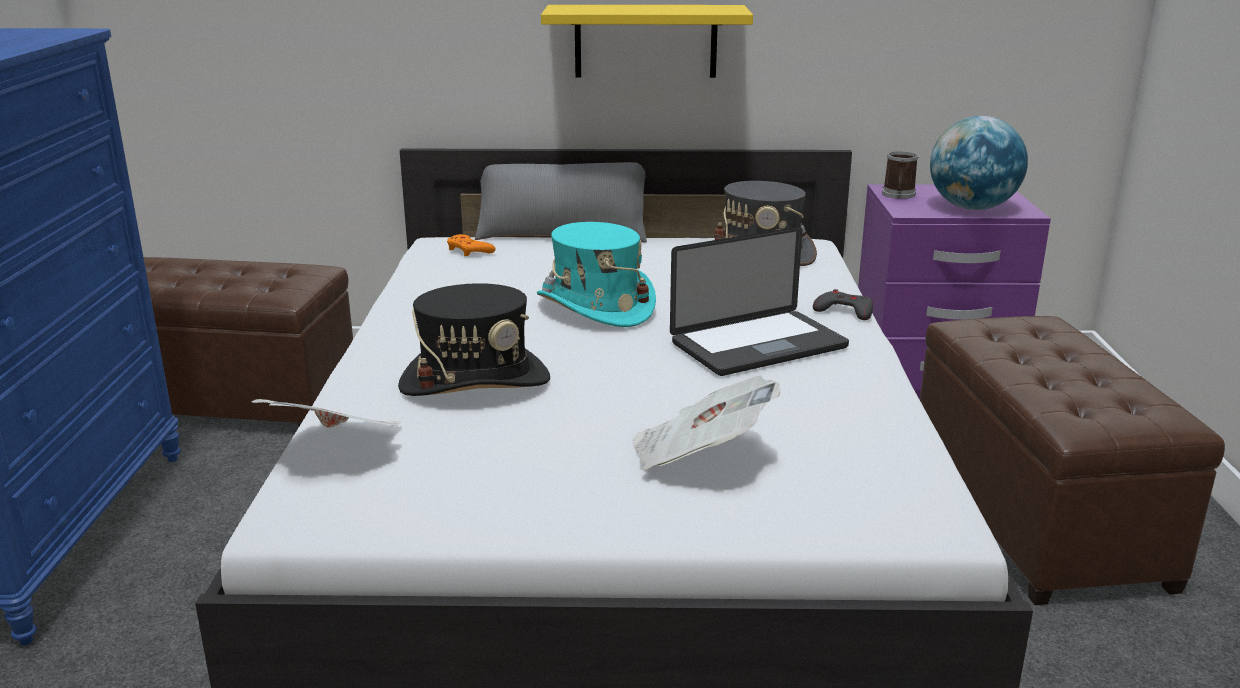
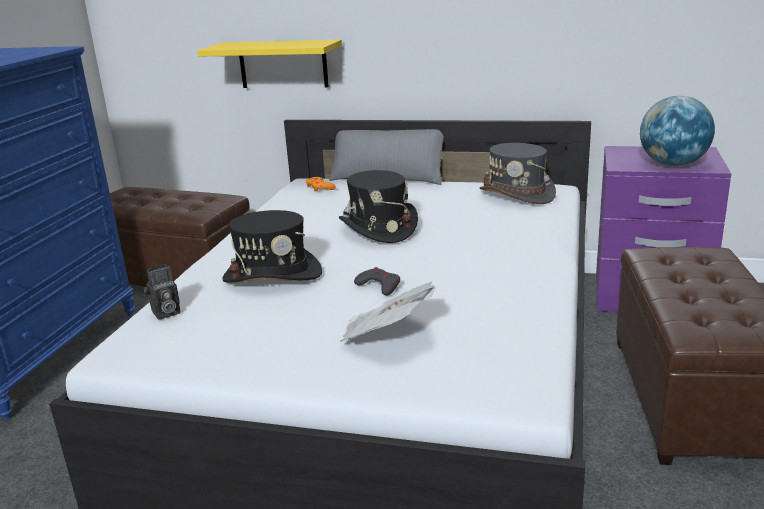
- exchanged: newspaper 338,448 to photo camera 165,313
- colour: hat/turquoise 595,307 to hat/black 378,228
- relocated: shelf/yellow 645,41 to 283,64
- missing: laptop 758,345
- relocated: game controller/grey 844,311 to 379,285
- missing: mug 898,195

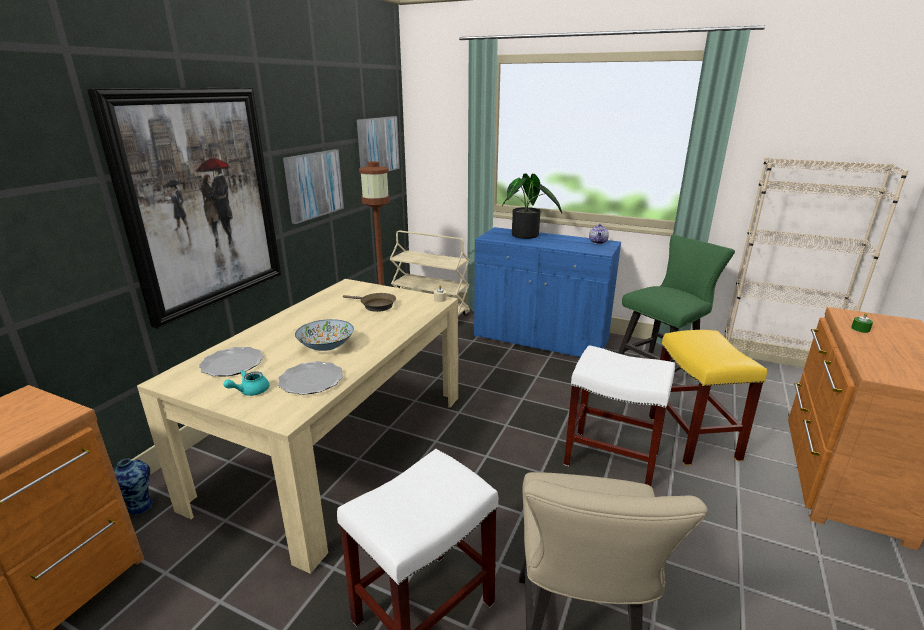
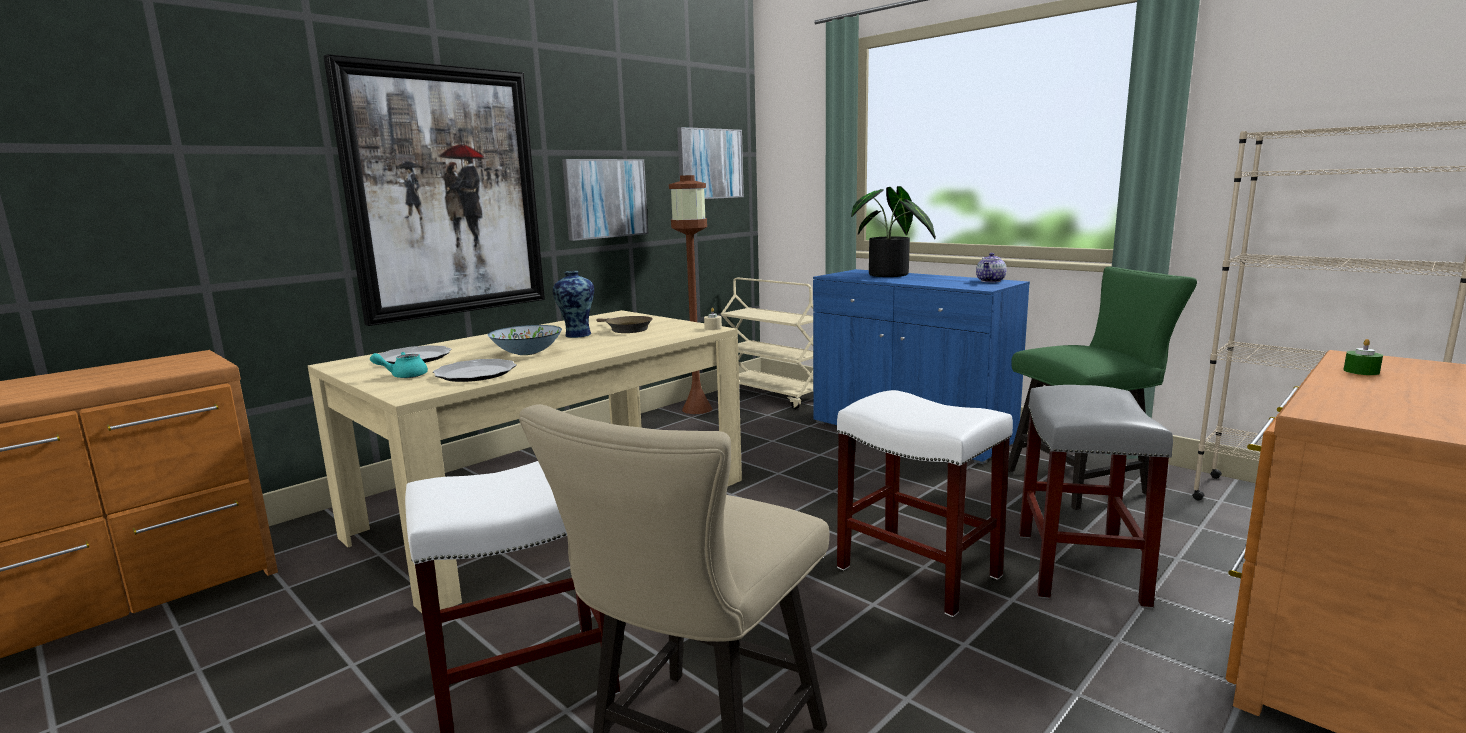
- relocated: vase 139,506 to 577,335
- colour: stool/yellow 694,438 to stool/grey 1081,568

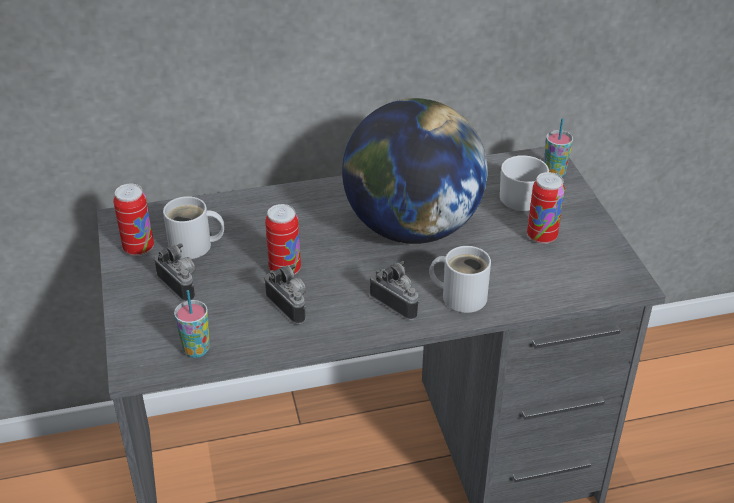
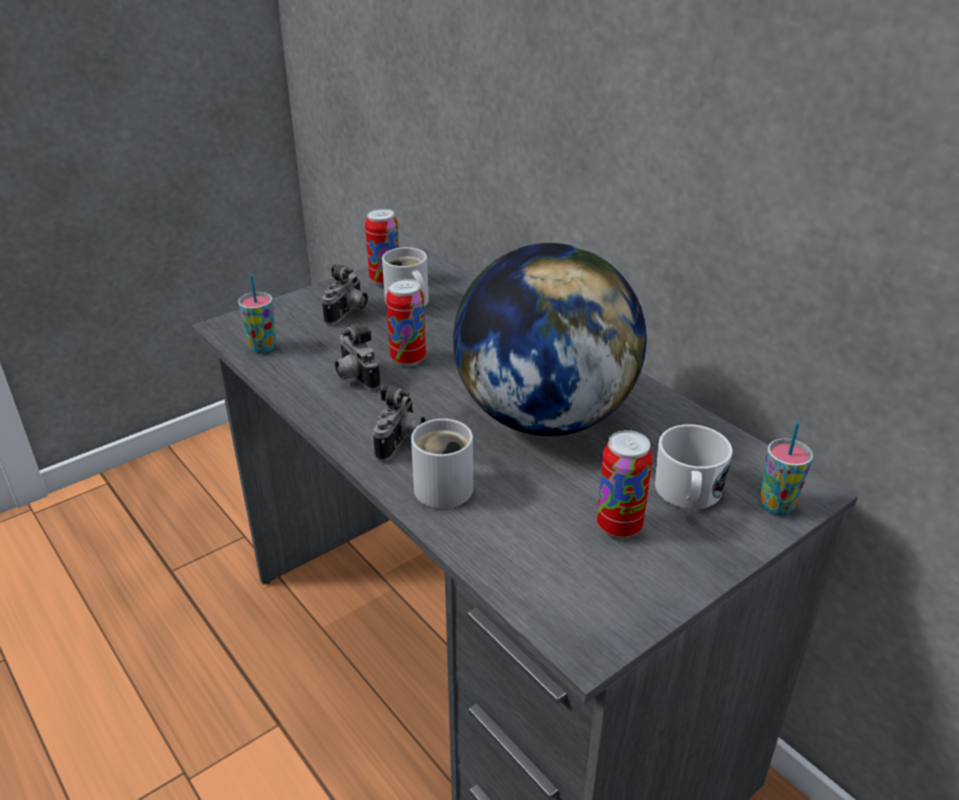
- spun: photo camera 291,305 = 354,377 120 degrees clockwise

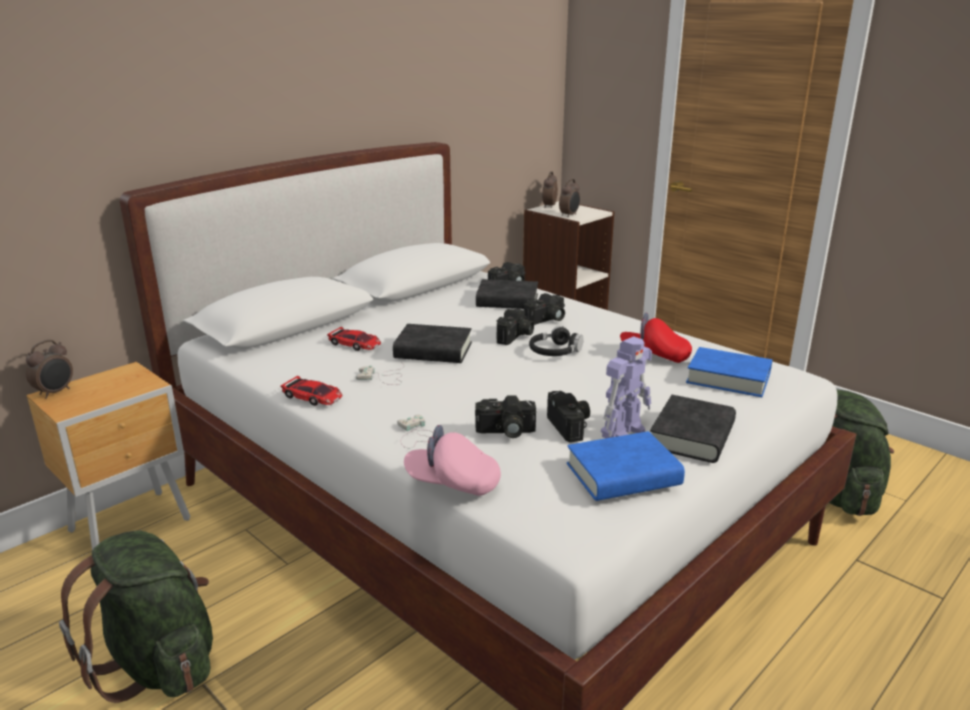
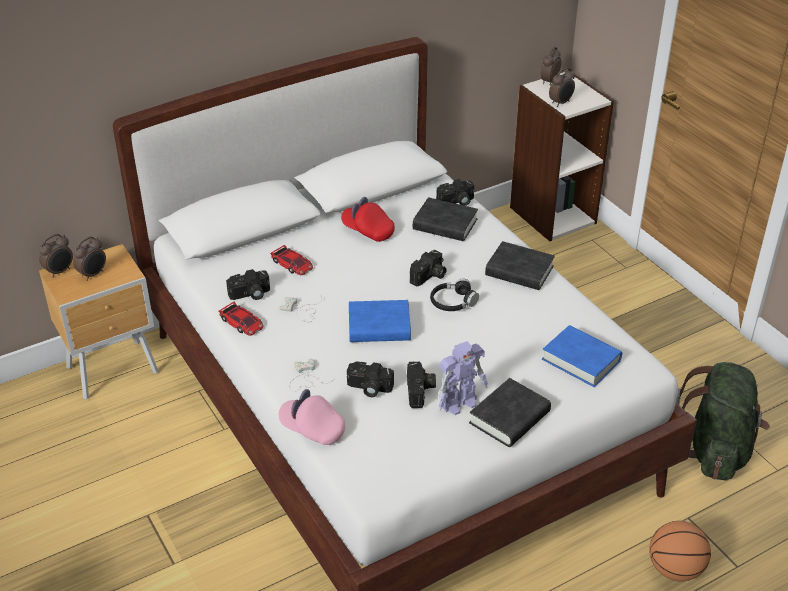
- missing: backpack/green 158,663
- relocated: book/black 433,351 to 519,271
- relocated: photo camera 546,320 to 250,295
- relocated: book/blue 623,475 to 379,327
- relocated: cap/red 654,355 to 368,231
- appeared: alarm clock 93,274
- appeared: basketball 675,569

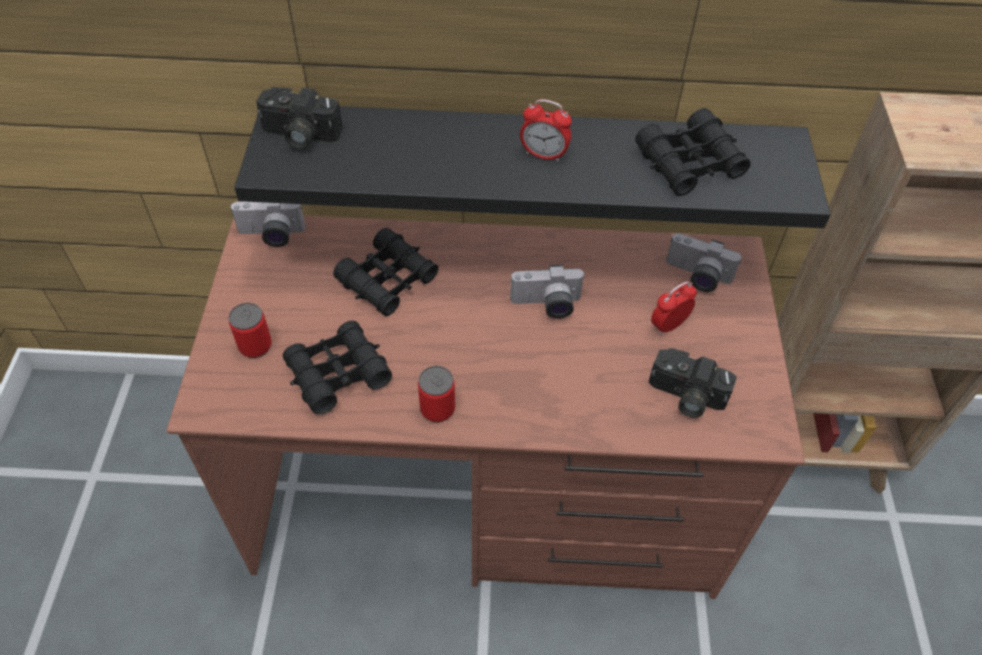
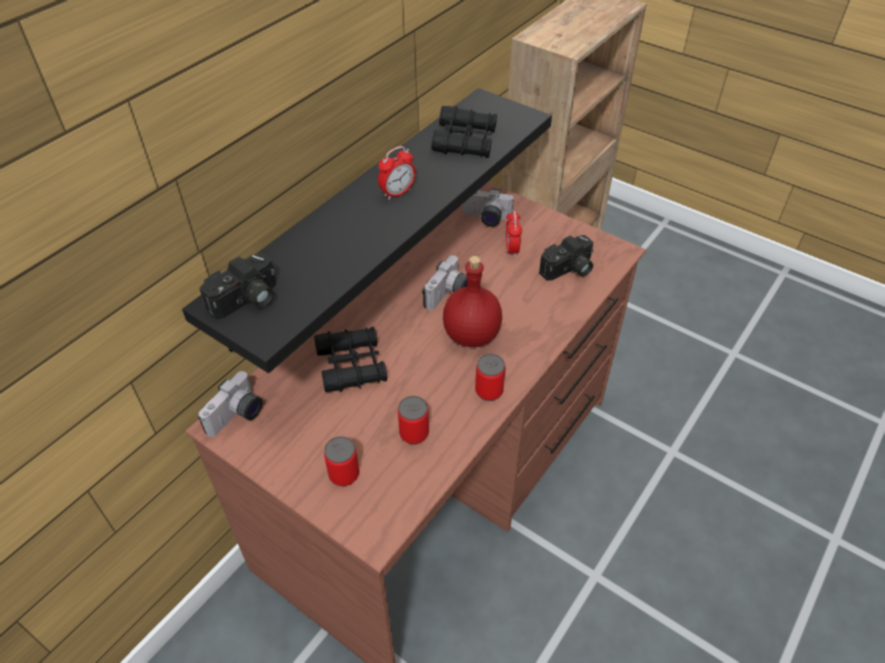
- exchanged: binoculars/black 338,374 to can 414,433
- spun: photo camera 696,277 = 485,218 45 degrees clockwise
- appeared: bottle/red 472,334

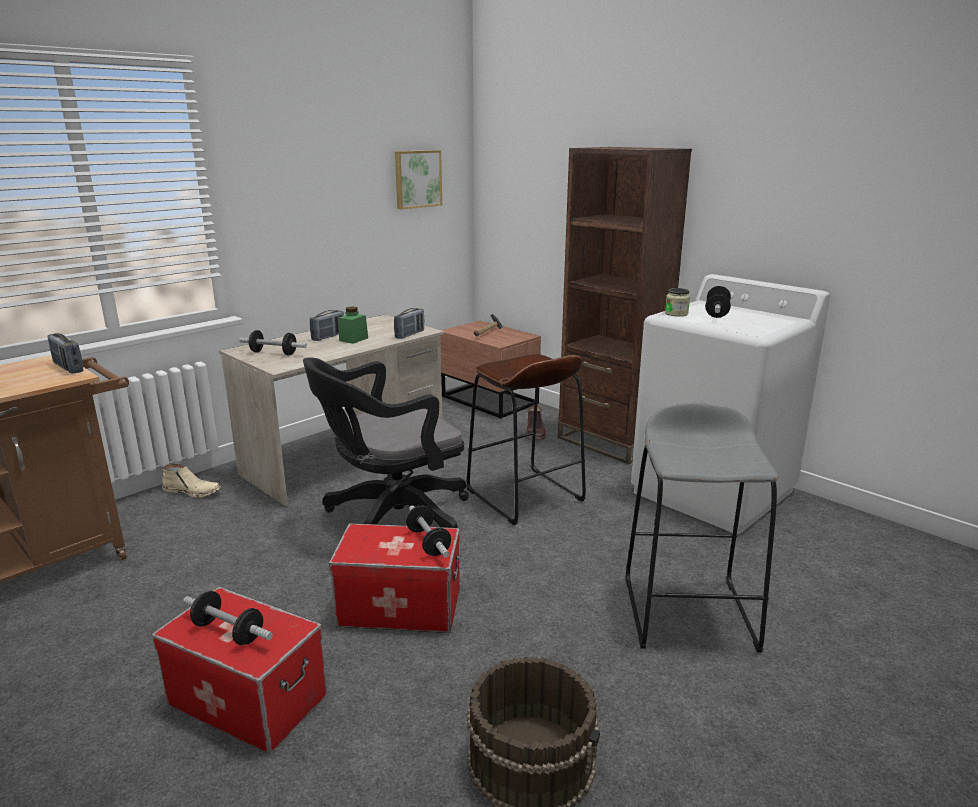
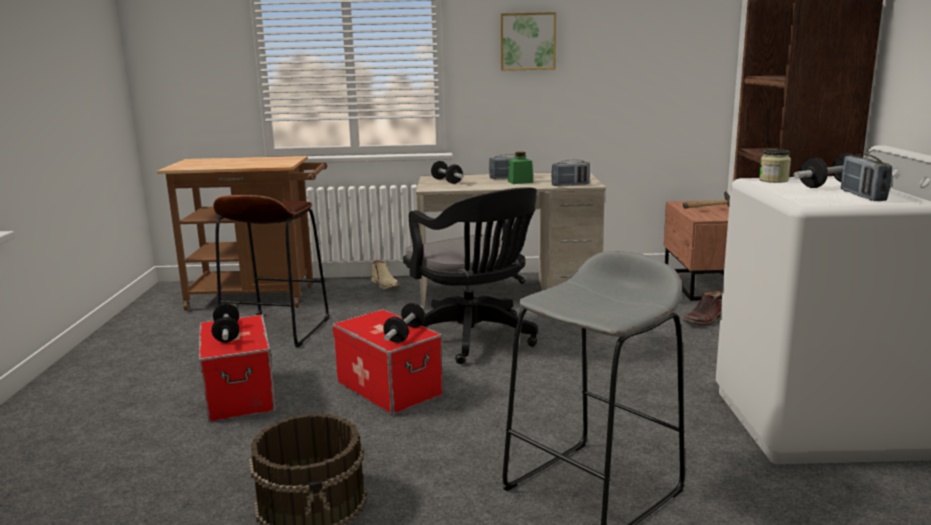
- relocated: radio 68,368 to 862,196
- spun: office chair/black 391,519 = 474,339 135 degrees counterclockwise
- relocated: picture 417,179 to 527,41
- relocated: stool/brown 524,495 to 276,330

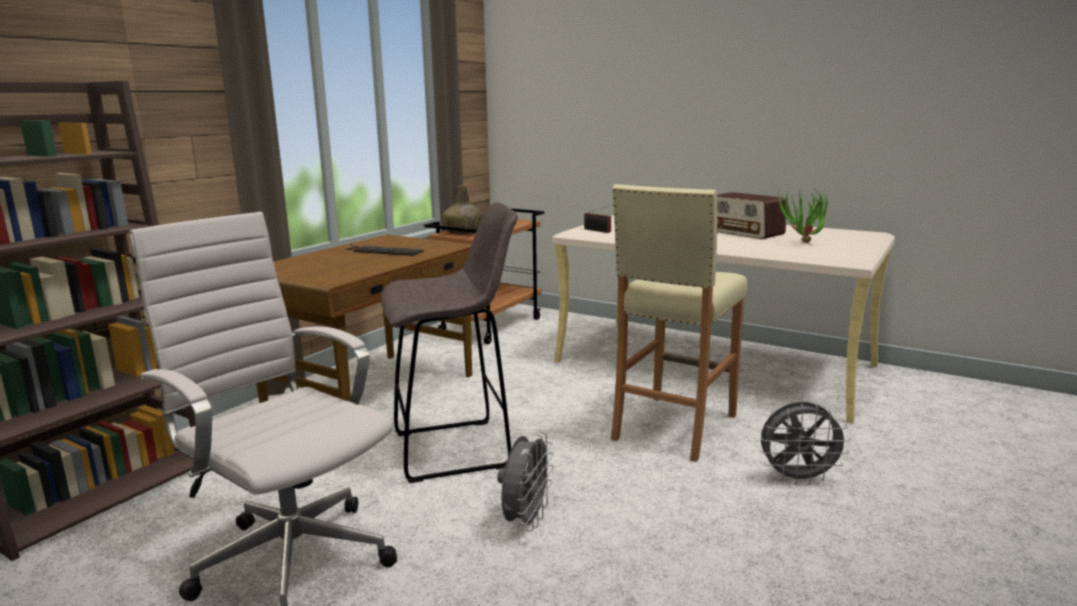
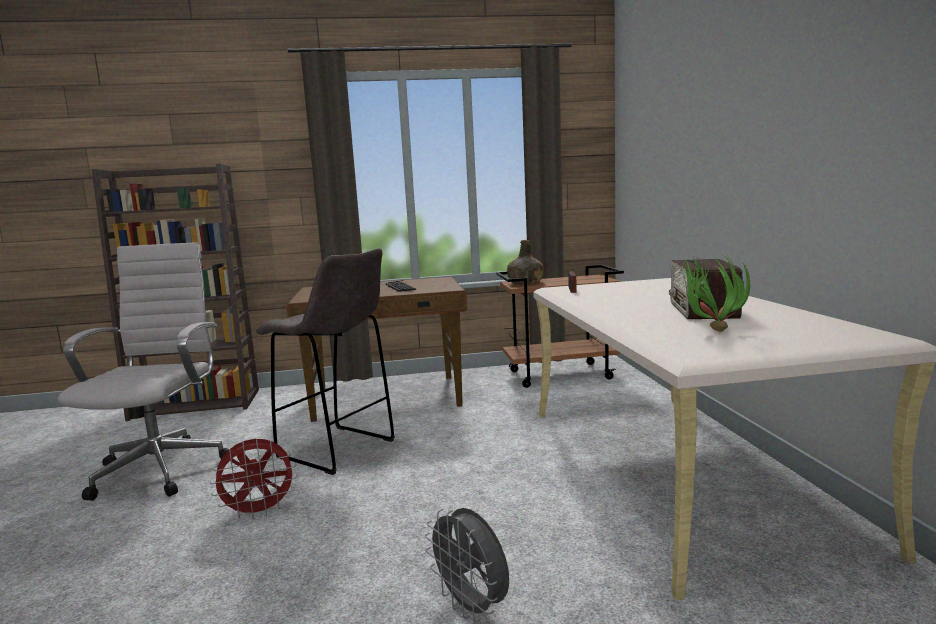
- colour: fan/grey 526,521 to fan/red 260,511
- missing: stool/beige 673,427

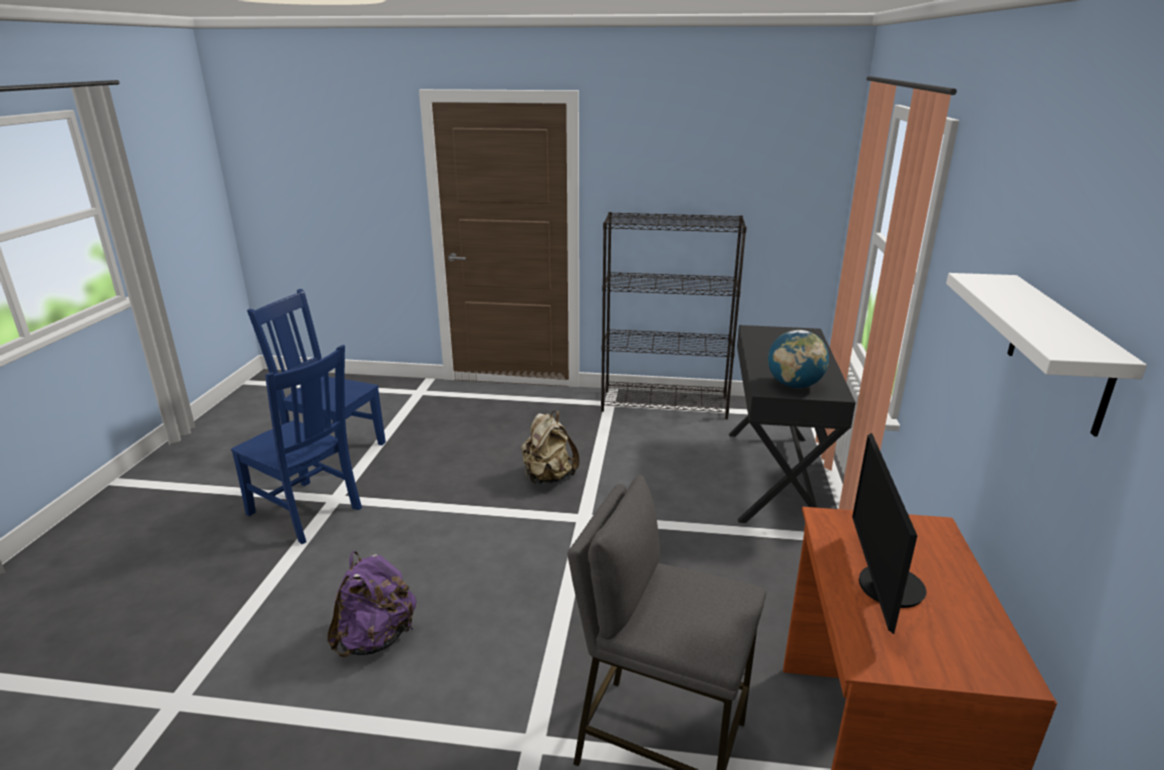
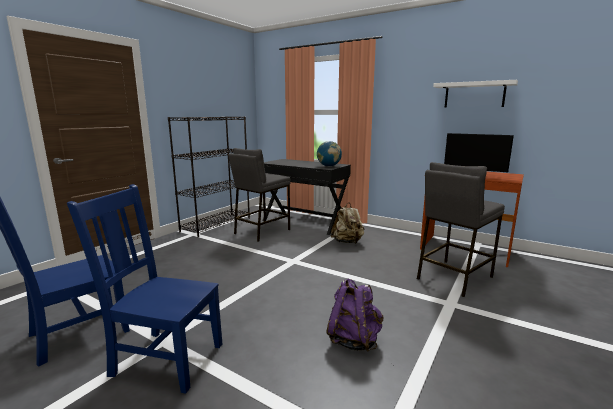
- spun: chair/blue 306,512 = 165,358 135 degrees counterclockwise
- relocated: backpack/beige 548,477 to 347,242
- appeared: stool/grey 261,231

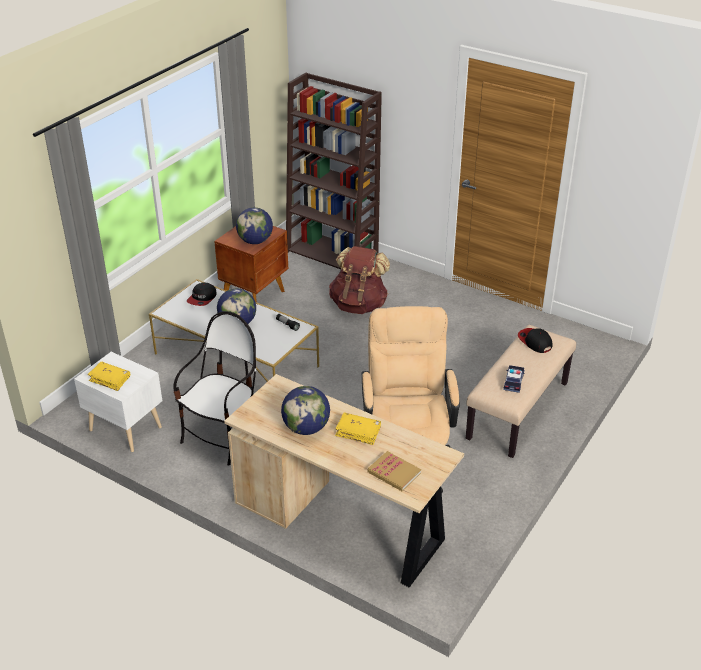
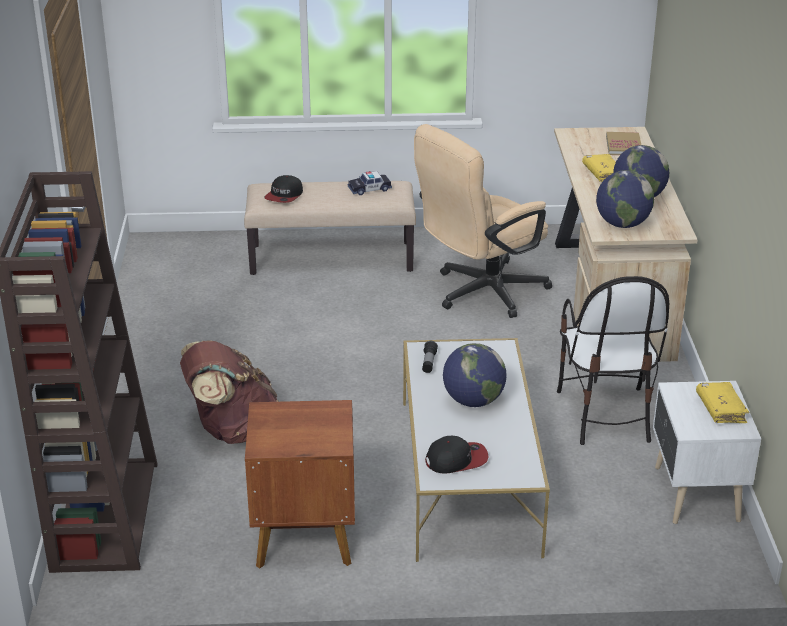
- spun: chair 223,436 = 605,414 90 degrees counterclockwise
- relocated: globe 255,241 to 622,224

